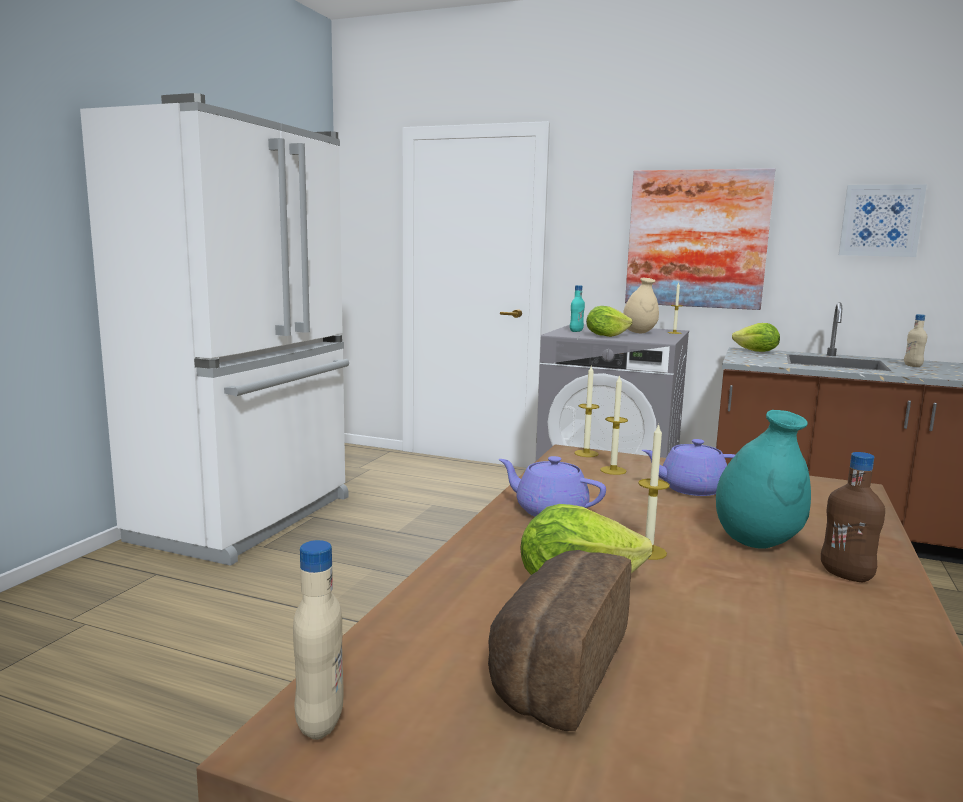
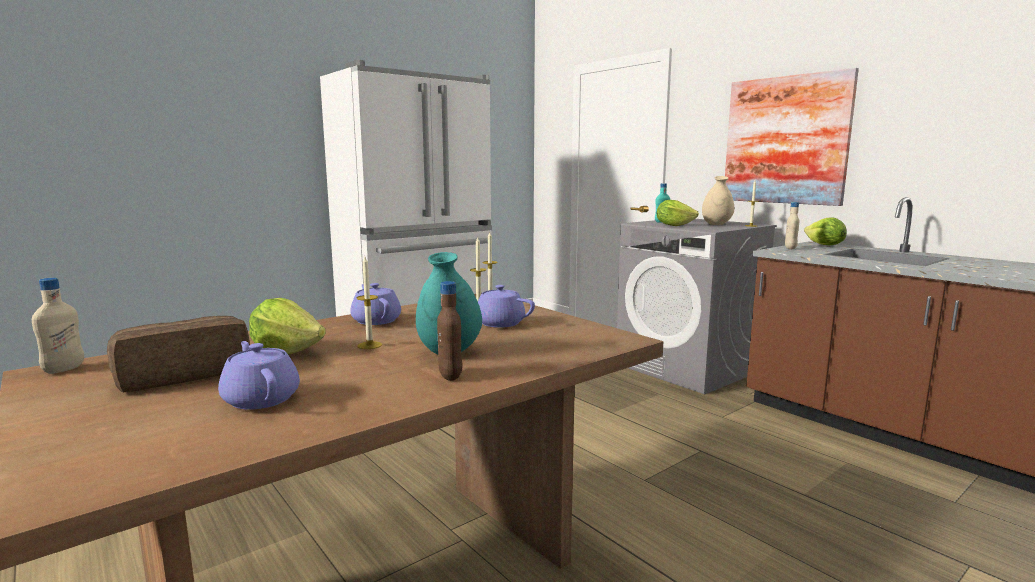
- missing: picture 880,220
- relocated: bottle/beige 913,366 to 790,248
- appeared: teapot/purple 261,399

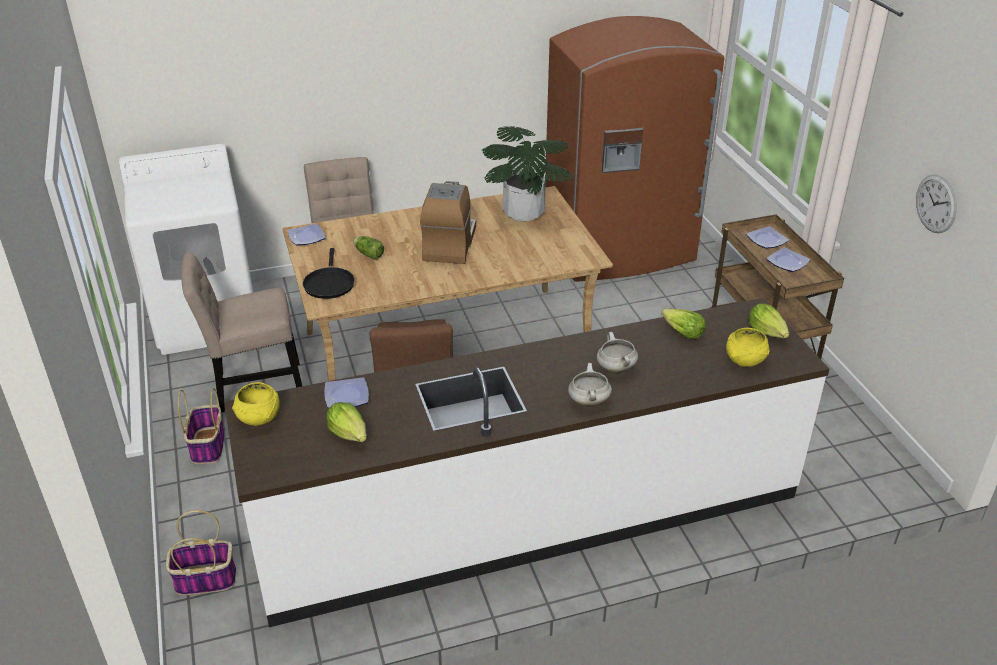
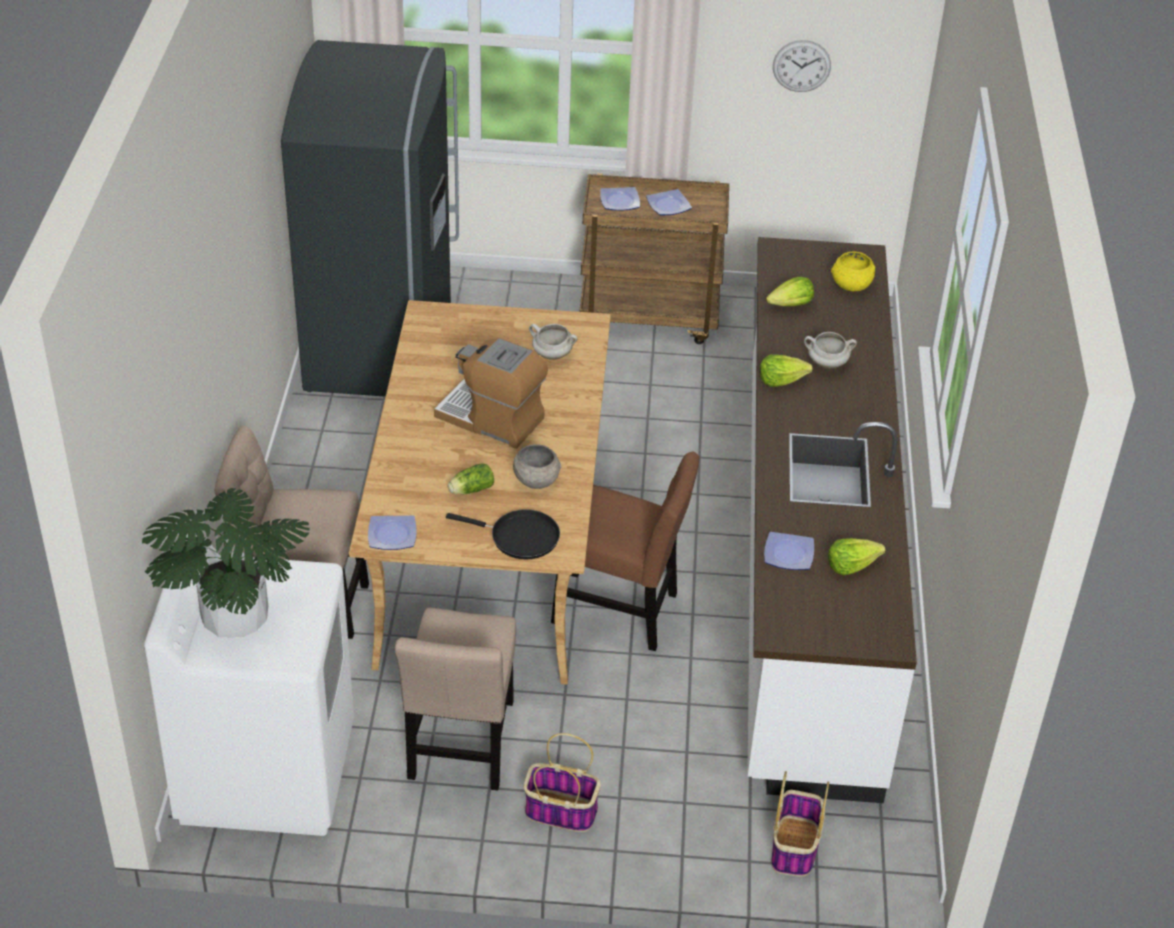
- missing: bowl/yellow 259,418
- relocated: potted plant 523,213 to 236,618
- colour: fridge/brown 620,251 to fridge/grey 383,342
- relocated: cooking pot/white 588,401 to 551,355
- relocated: lettuce 767,332 to 781,380
- appeared: bowl/grey 535,480

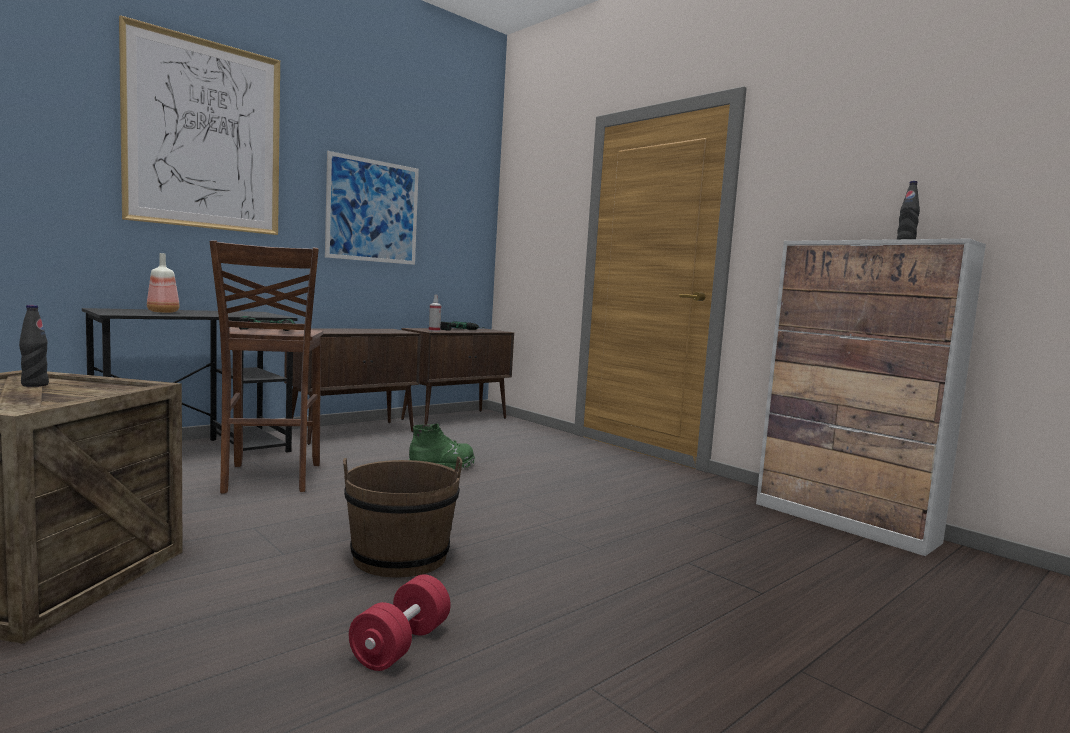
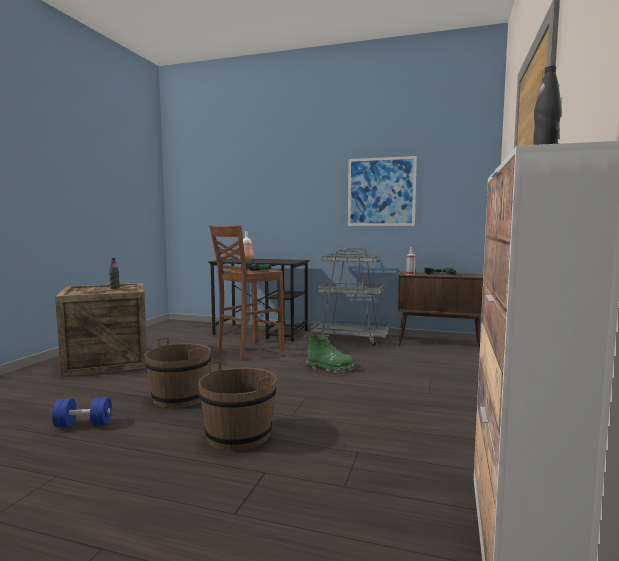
- missing: picture 204,135
- exchanged: cabinet/brown 353,432 to cart/grey 350,338
- colour: dumbbell/red 401,645 to dumbbell/blue 83,424
- appeared: bucket/brown 239,435

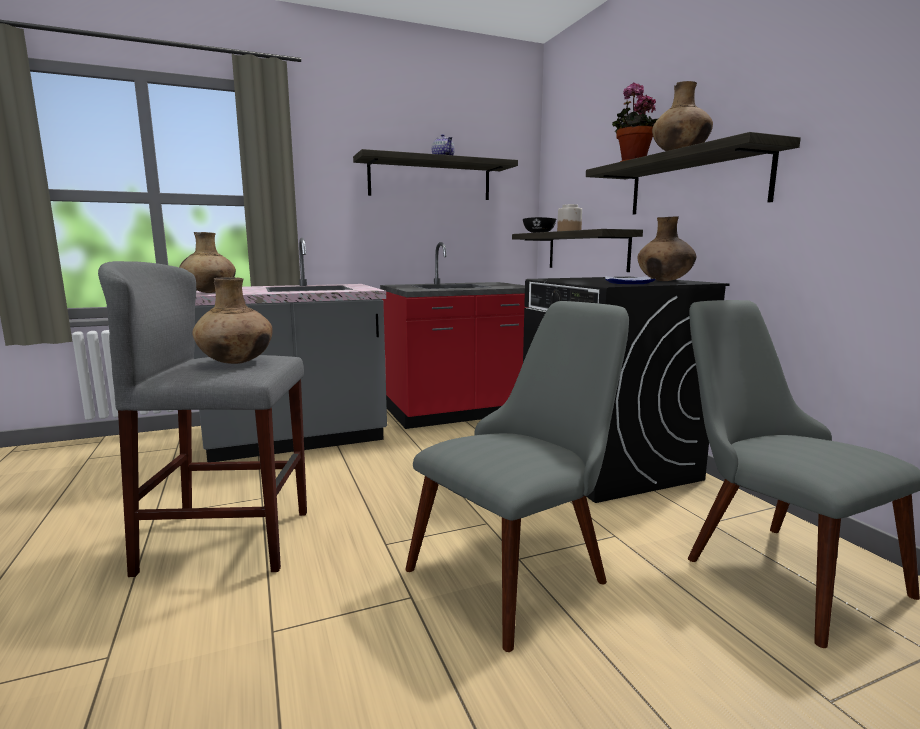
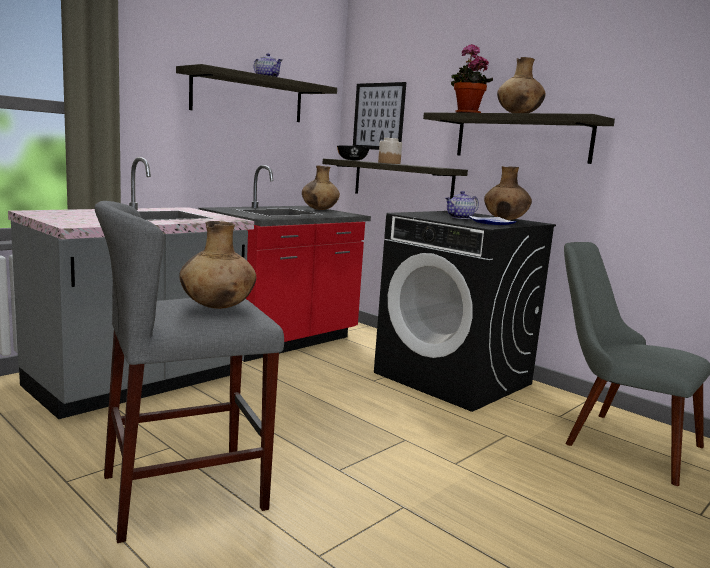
- relocated: vase/brown 209,292 to 319,209
- missing: chair/grey 523,566
- appeared: picture 378,116
- appeared: teapot 460,218

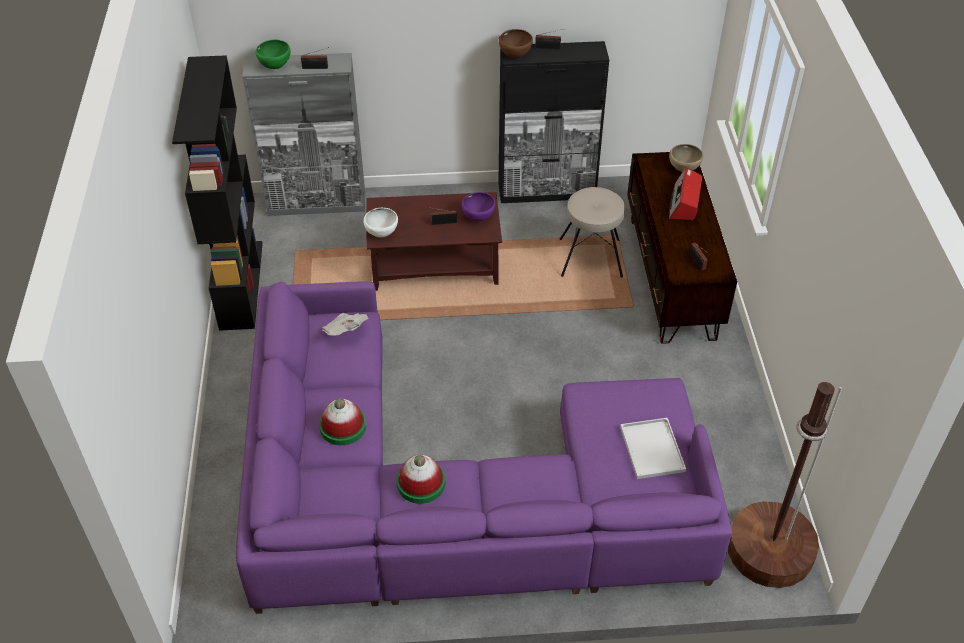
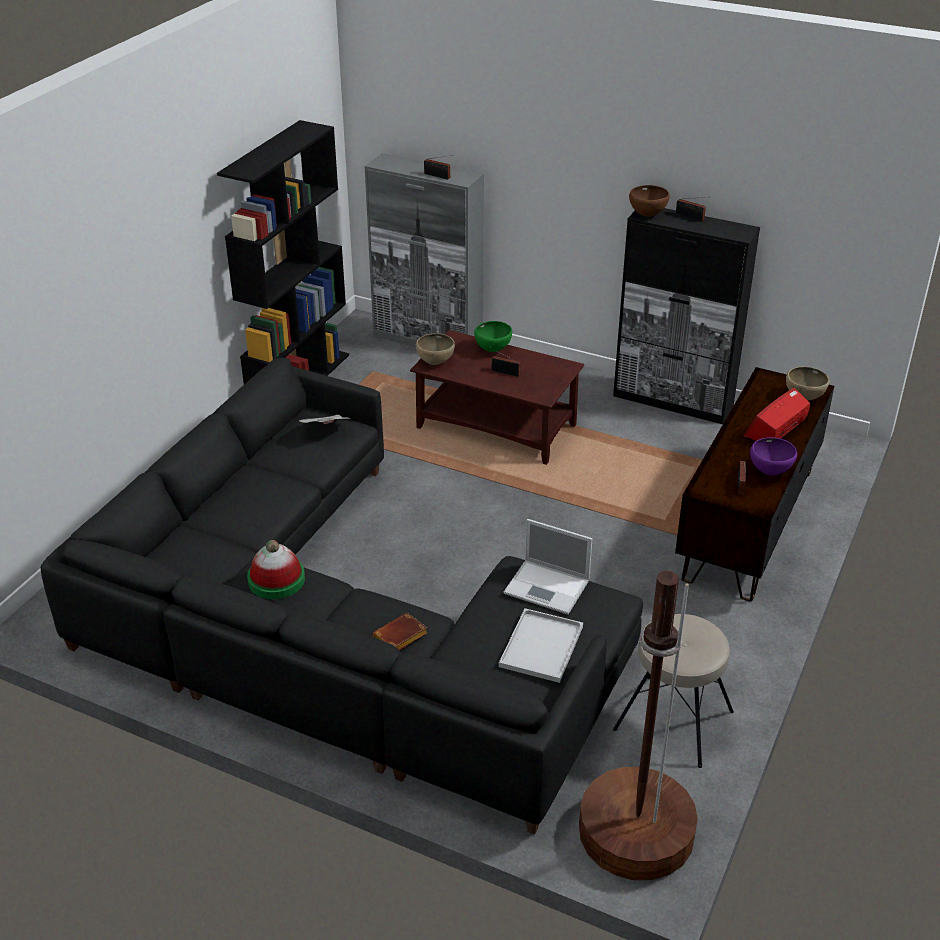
- colour: sofa/purple 450,494 to sofa/black 333,628
- relocated: bowl/green 275,66 to 493,350
- missing: hat 343,426
- colour: bowl/white 382,233 to bowl/brown 435,362
- relocated: bowl/purple 478,218 to 770,472
- relocated: stool/beige 590,258 to 673,721
- appeared: book/brown 400,638
- appeared: laptop 548,587

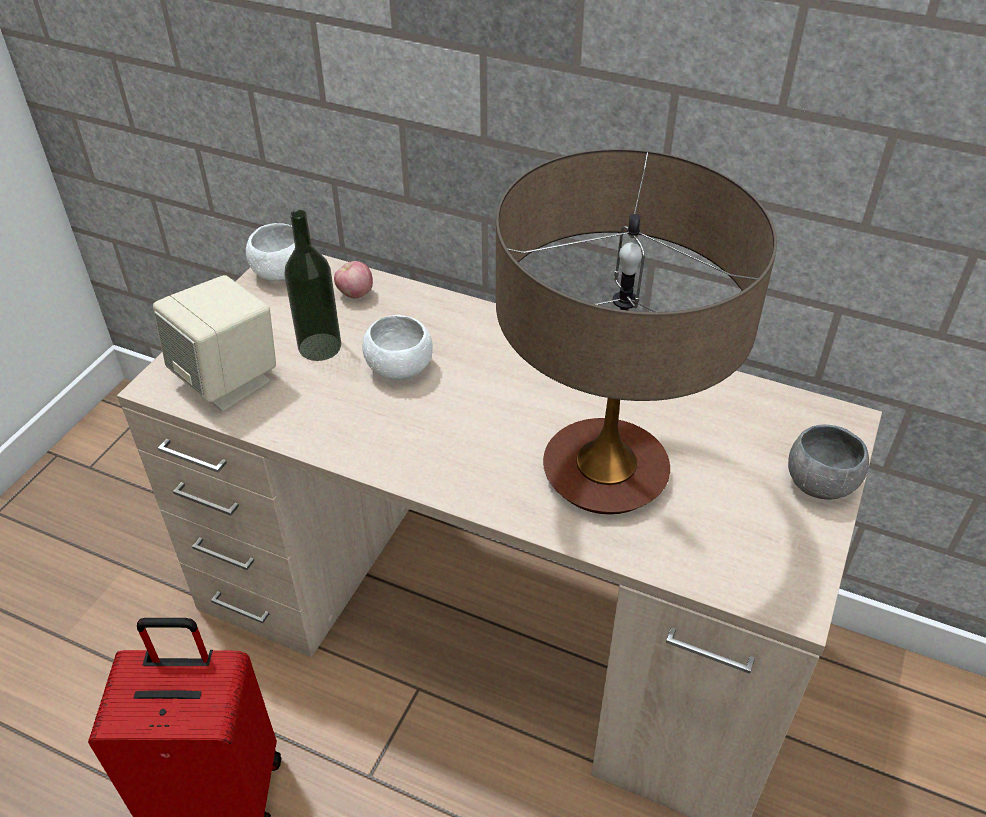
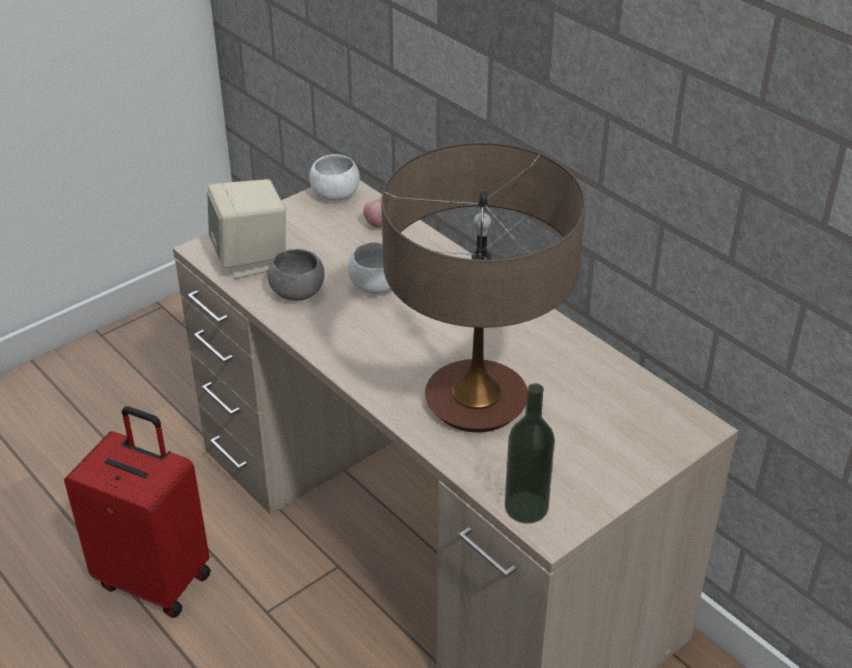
- relocated: bottle 320,347 to 526,507
- relocated: bowl/grey 820,483 to 298,293

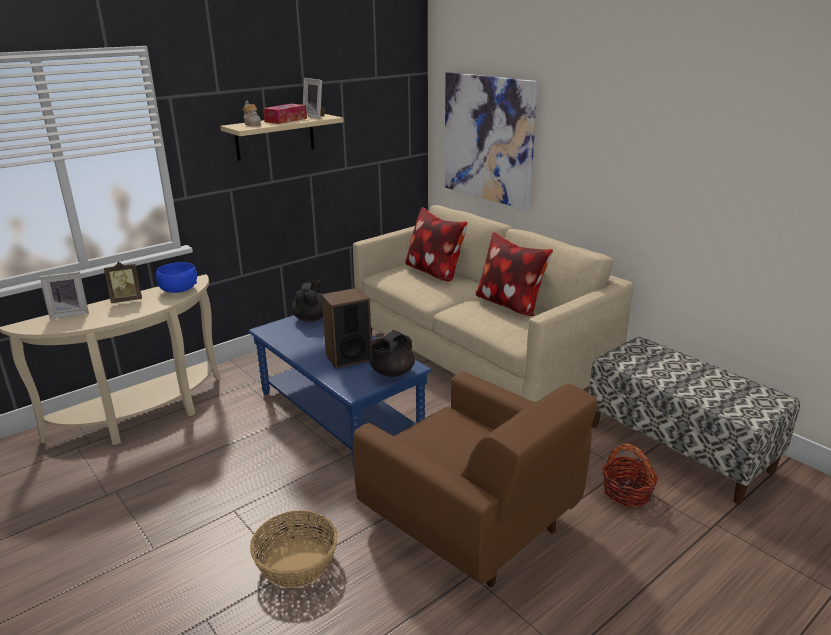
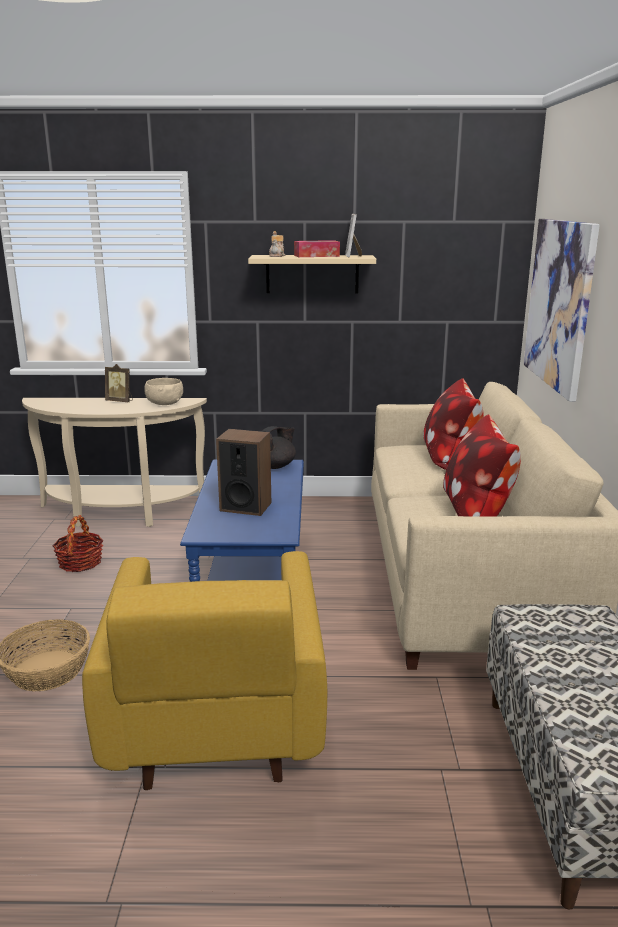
- missing: picture frame 70,313
- colour: bowl/blue 178,290 to bowl/beige 164,404
- colour: armchair/brown 472,523 to armchair/yellow 216,724
- missing: teapot/black 391,373
- relocated: basket 627,492 to 80,563

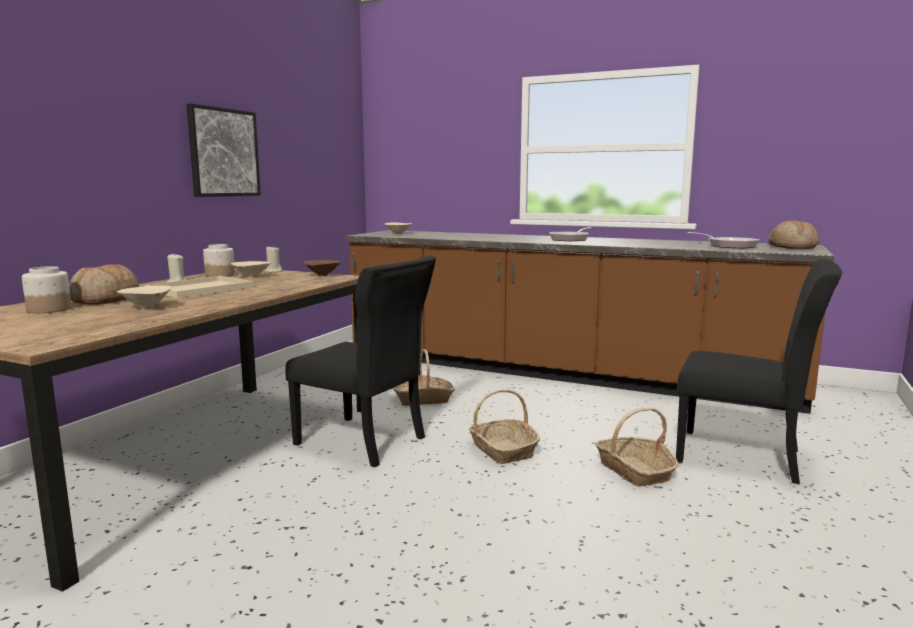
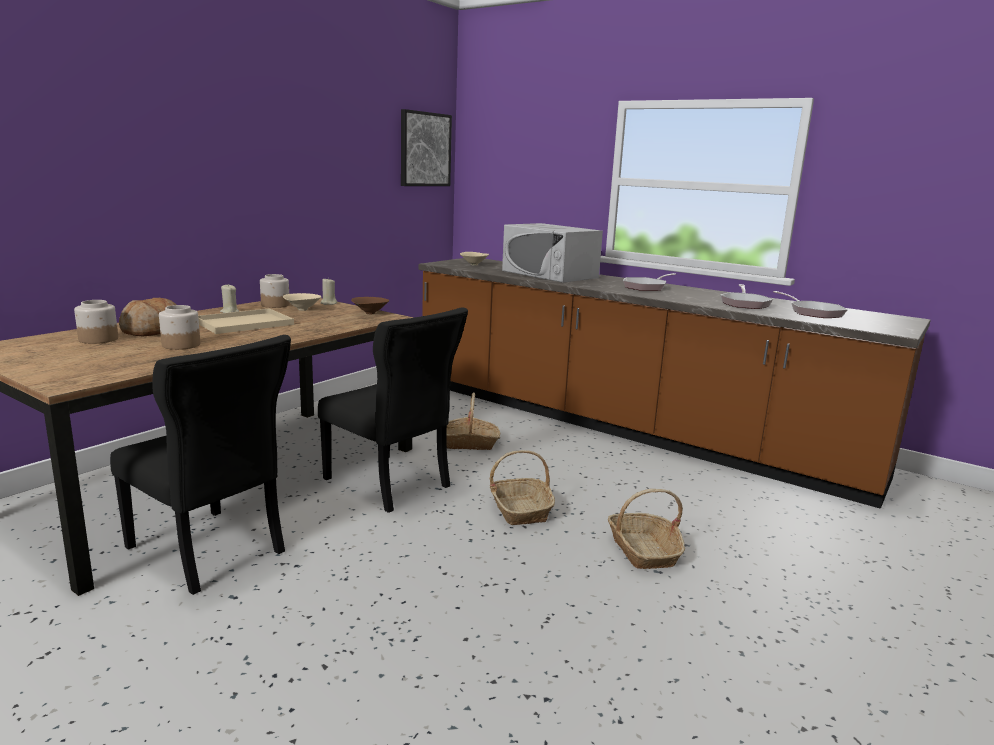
- exchanged: bowl/beige 147,308 to jar 181,345
- relocated: picture 223,152 to 425,149
- relocated: chair/black 744,457 to 209,552
- missing: bread 792,247
- appeared: microwave/white 549,274
- appeared: frying pan 744,303

